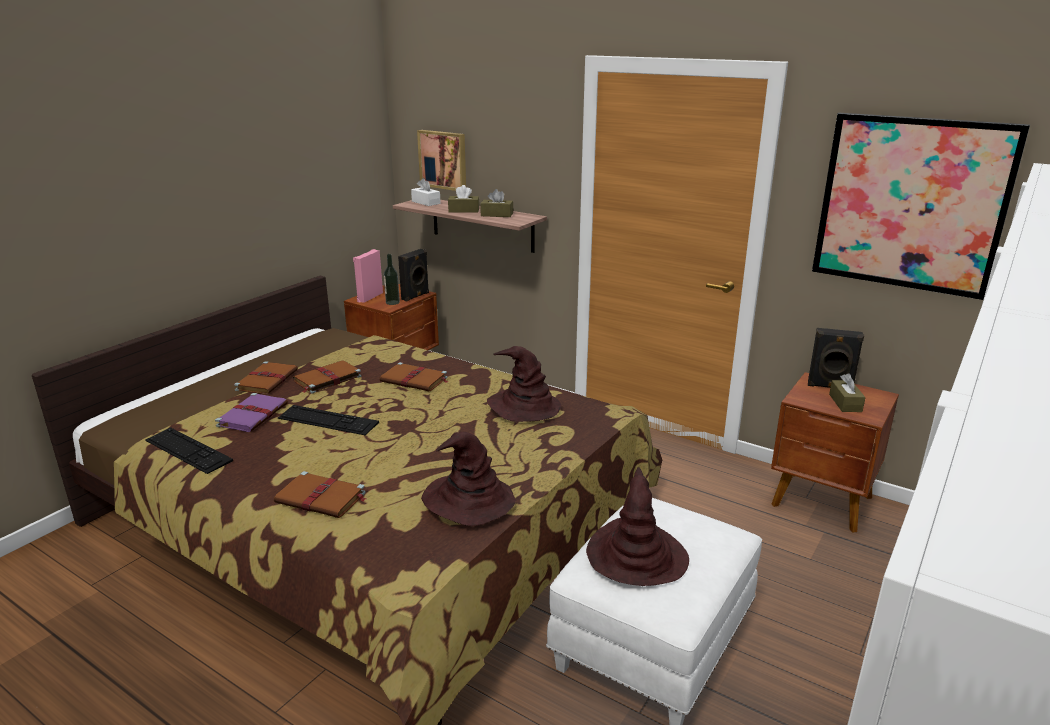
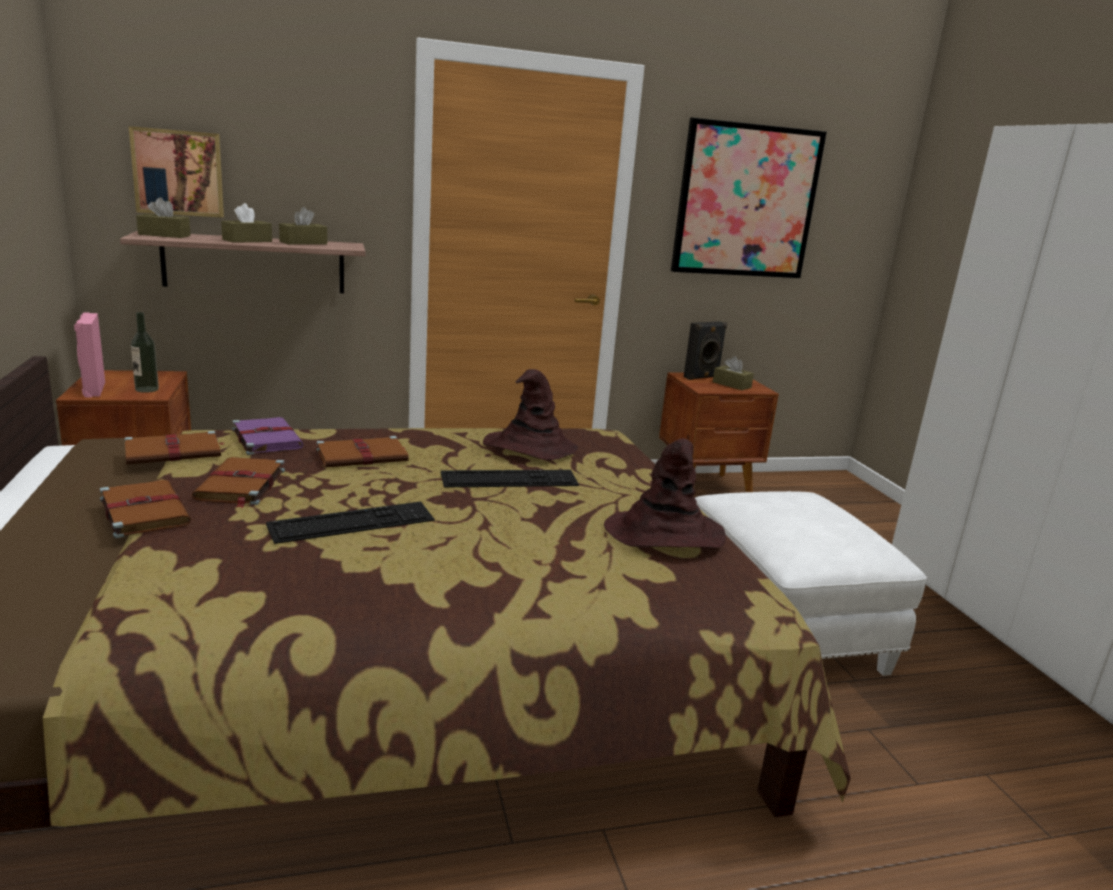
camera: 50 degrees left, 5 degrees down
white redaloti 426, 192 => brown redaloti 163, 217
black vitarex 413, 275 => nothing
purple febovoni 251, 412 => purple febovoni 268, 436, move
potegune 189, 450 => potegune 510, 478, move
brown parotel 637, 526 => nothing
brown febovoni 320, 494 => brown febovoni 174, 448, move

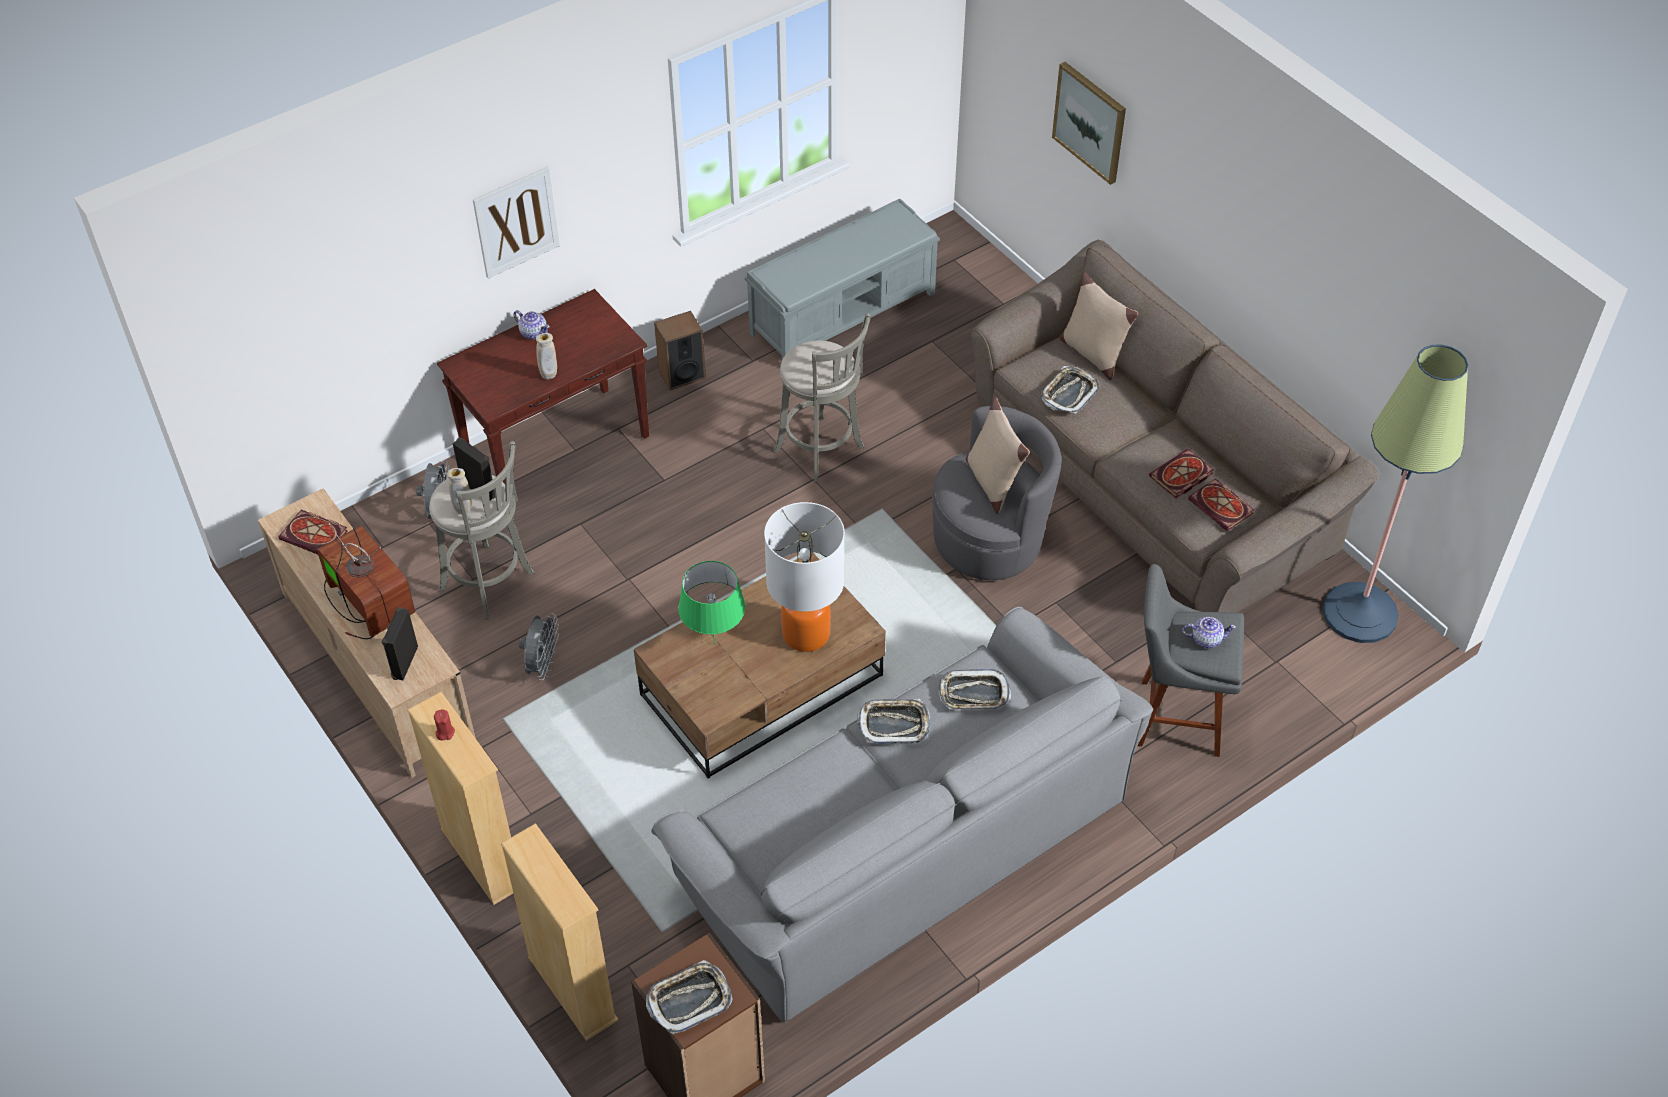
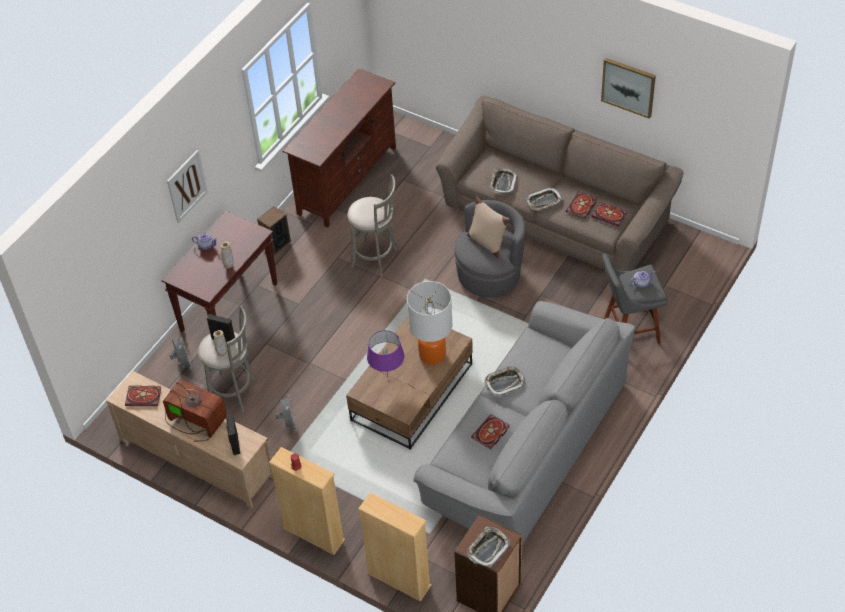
camera: 20 degrees left, 0 degrees up
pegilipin 1089, 123 => pegilipin 628, 88, move
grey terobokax 842, 279 => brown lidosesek 339, 148
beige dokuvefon 1099, 326 => nothing
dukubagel 1395, 493 => nothing
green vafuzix 711, 603 => purple vafuzix 385, 353
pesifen 975, 689 => pesifen 544, 199, move
nothing => febovoni 490, 431

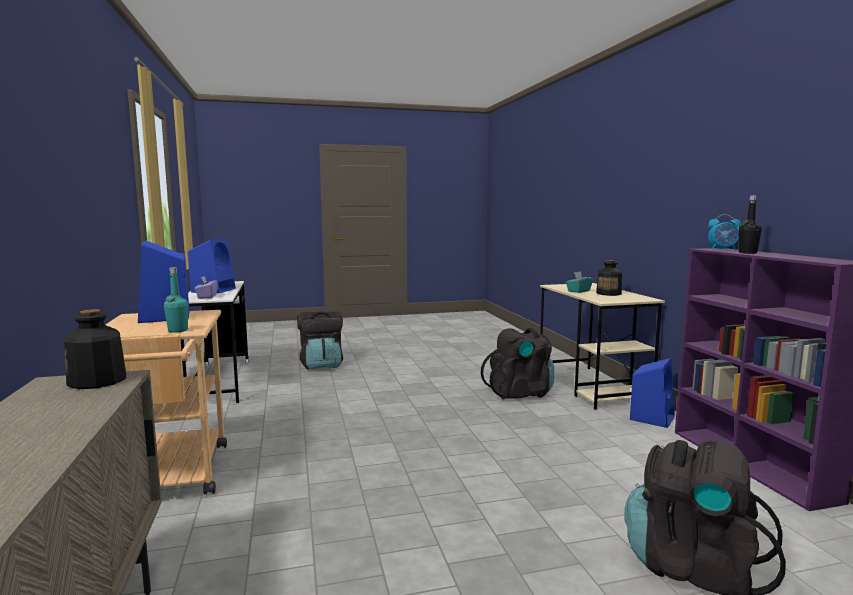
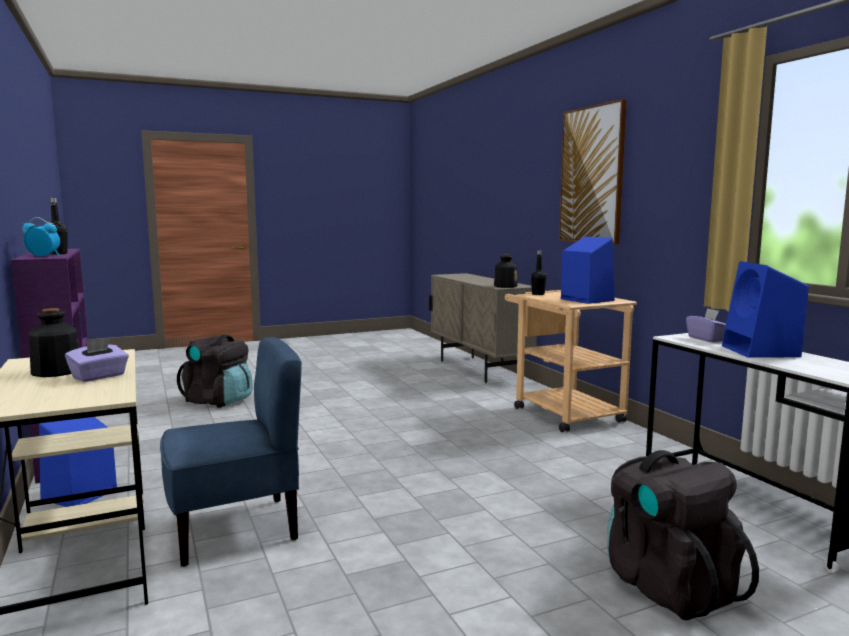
camera: 170 degrees right, 0 degrees up
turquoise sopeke 176, 300 => black sopeke 539, 272
turquoise redaloti 579, 282 => purple redaloti 97, 360
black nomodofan 517, 363 => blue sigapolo 231, 452
nothing => pegilipin 593, 171

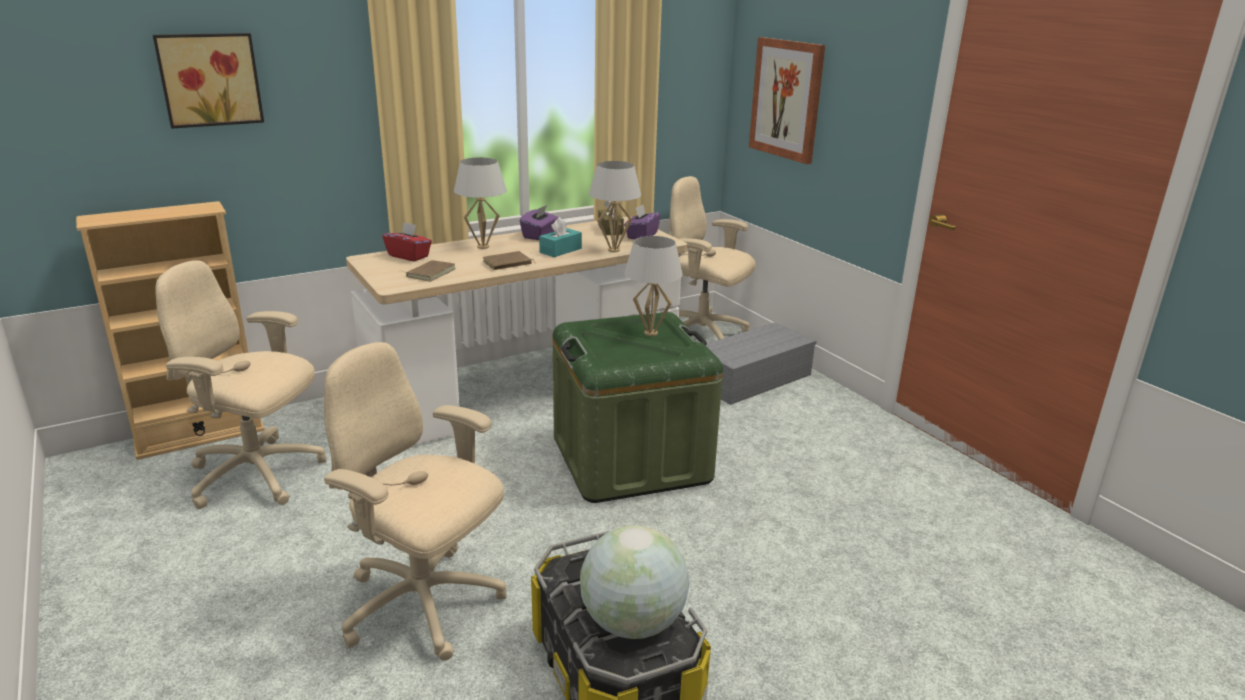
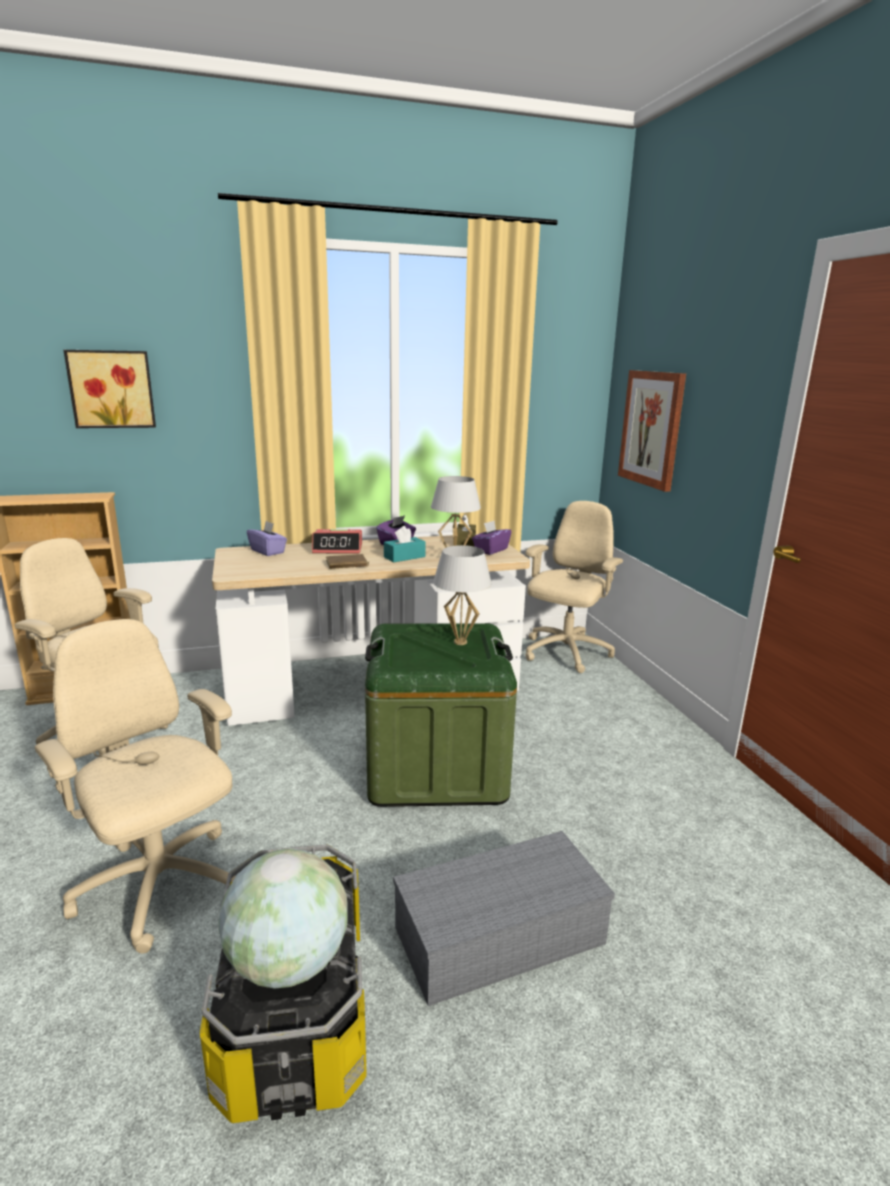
camera: 15 degrees right, 5 degrees down
white vafuzix 480, 203 => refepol 337, 541
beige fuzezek 712, 258 => beige fuzezek 574, 587, 75 degrees clockwise
red redaloti 407, 242 => purple redaloti 267, 538
brown febovoni 427, 271 => nothing
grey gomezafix 761, 364 => grey gomezafix 504, 918, move

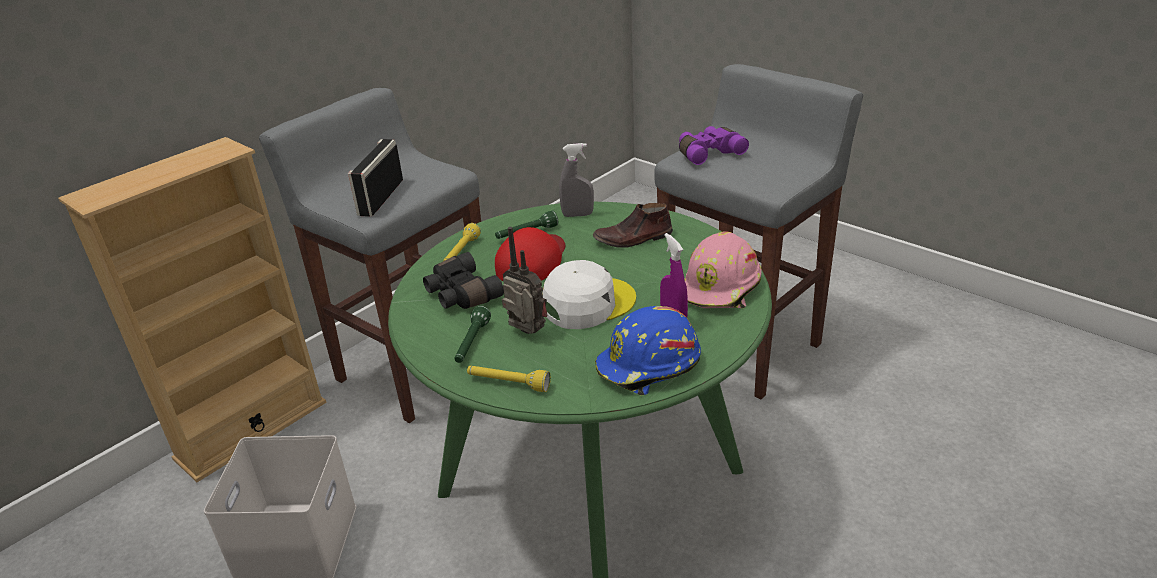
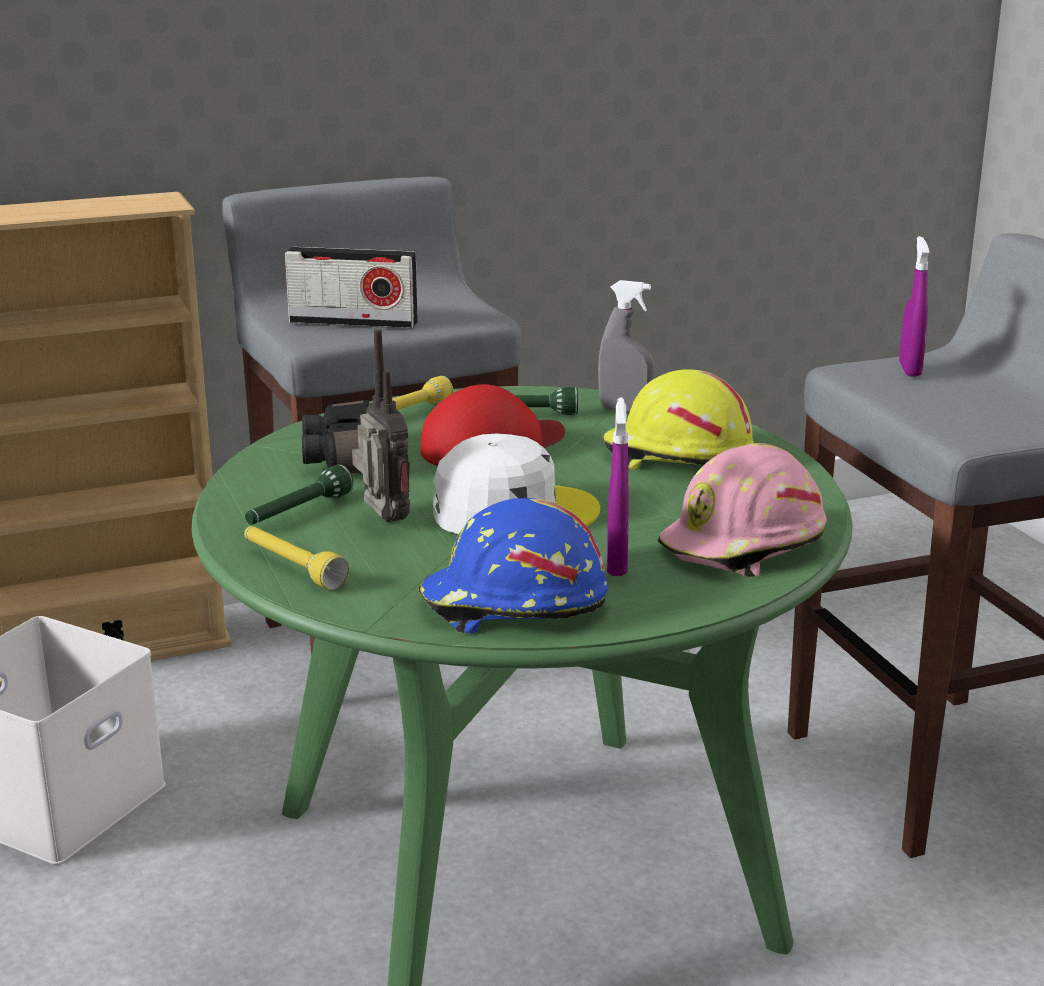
camera: 25 degrees right, 10 degrees down
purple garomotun 714, 145 => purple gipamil 914, 306
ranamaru 375, 178 => ranamaru 351, 288, 120 degrees counterclockwise
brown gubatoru 633, 225 => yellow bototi 678, 419

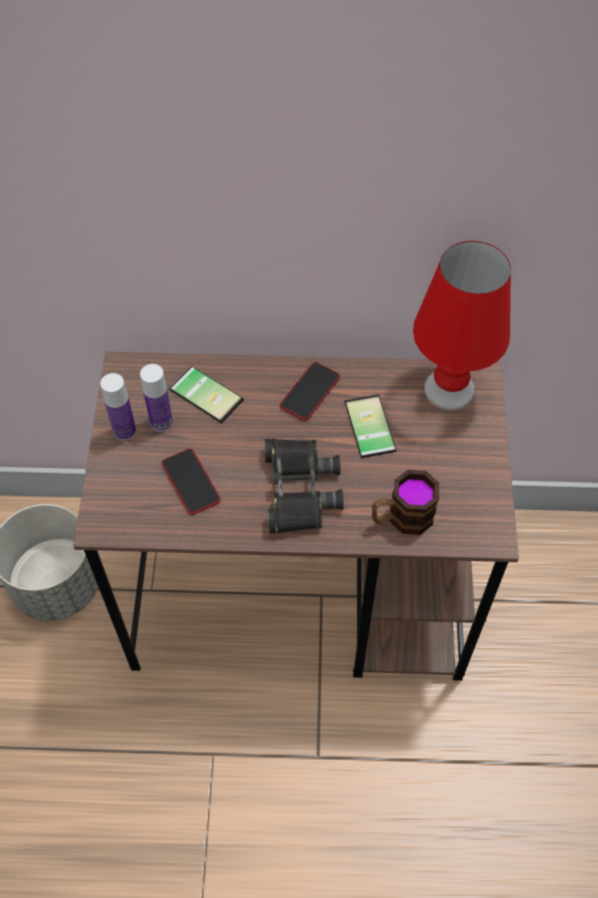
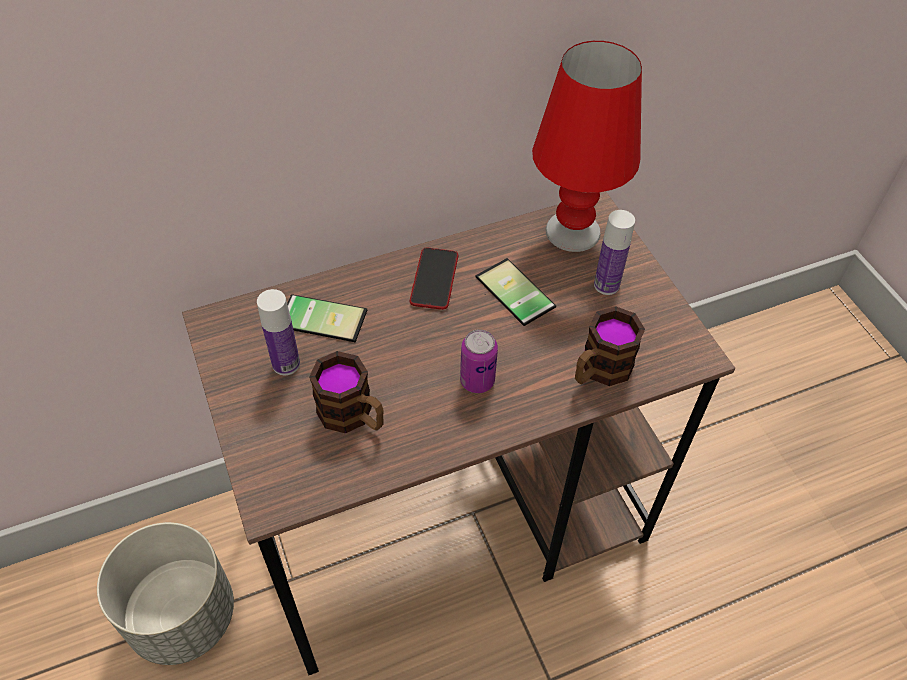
camera: 25 degrees left, 5 degrees down
sopeke 118, 407 => sopeke 614, 252, move
black garomotun 304, 485 => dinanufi 479, 361
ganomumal 191, 482 => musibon 346, 392

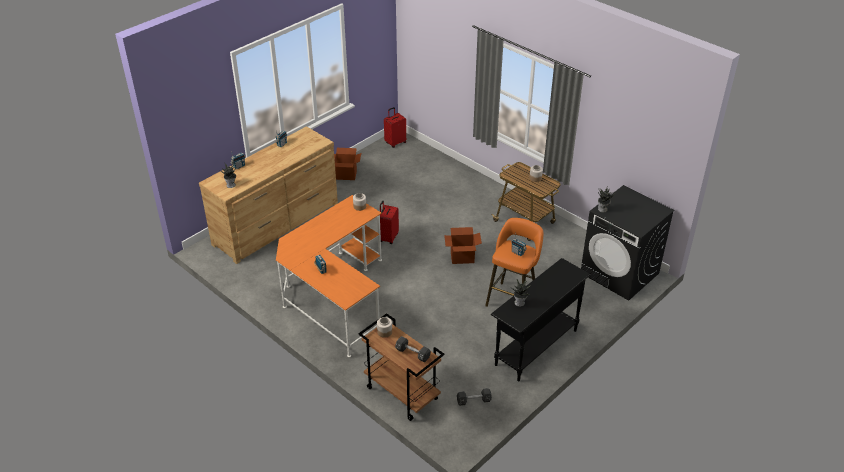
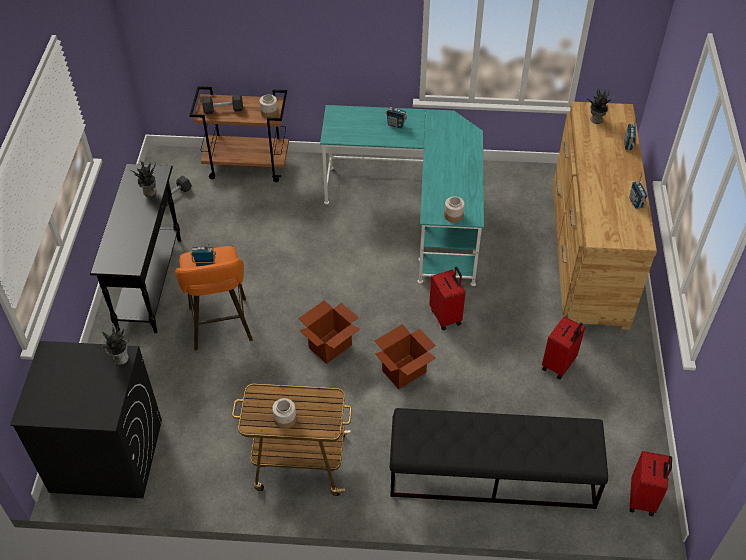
camera: 140 degrees right, 10 degrees up
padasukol 347, 164 => padasukol 405, 356, move
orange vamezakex 329, 276 => turquoise vamezakex 402, 195
nothing => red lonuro 563, 347
nothing => black terobokax 499, 458

